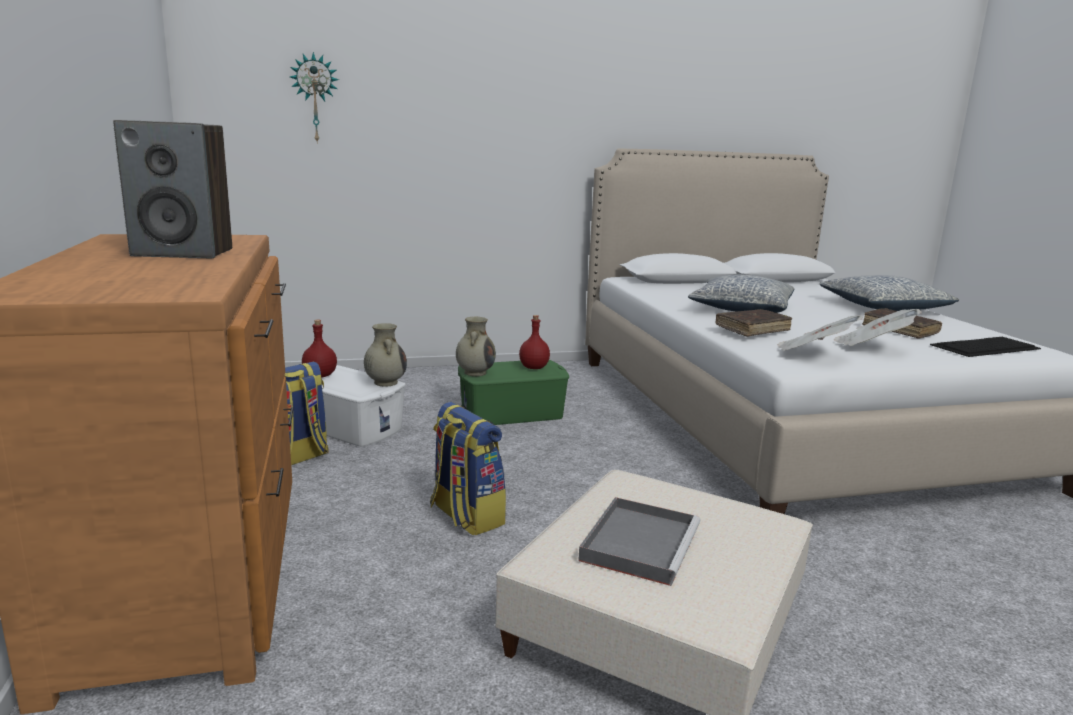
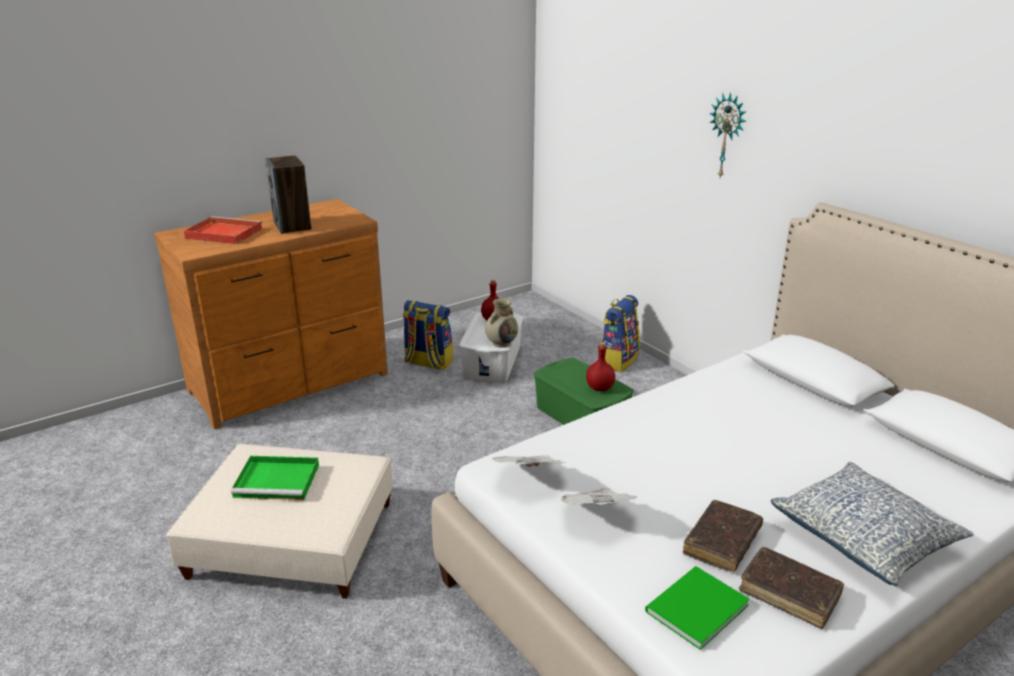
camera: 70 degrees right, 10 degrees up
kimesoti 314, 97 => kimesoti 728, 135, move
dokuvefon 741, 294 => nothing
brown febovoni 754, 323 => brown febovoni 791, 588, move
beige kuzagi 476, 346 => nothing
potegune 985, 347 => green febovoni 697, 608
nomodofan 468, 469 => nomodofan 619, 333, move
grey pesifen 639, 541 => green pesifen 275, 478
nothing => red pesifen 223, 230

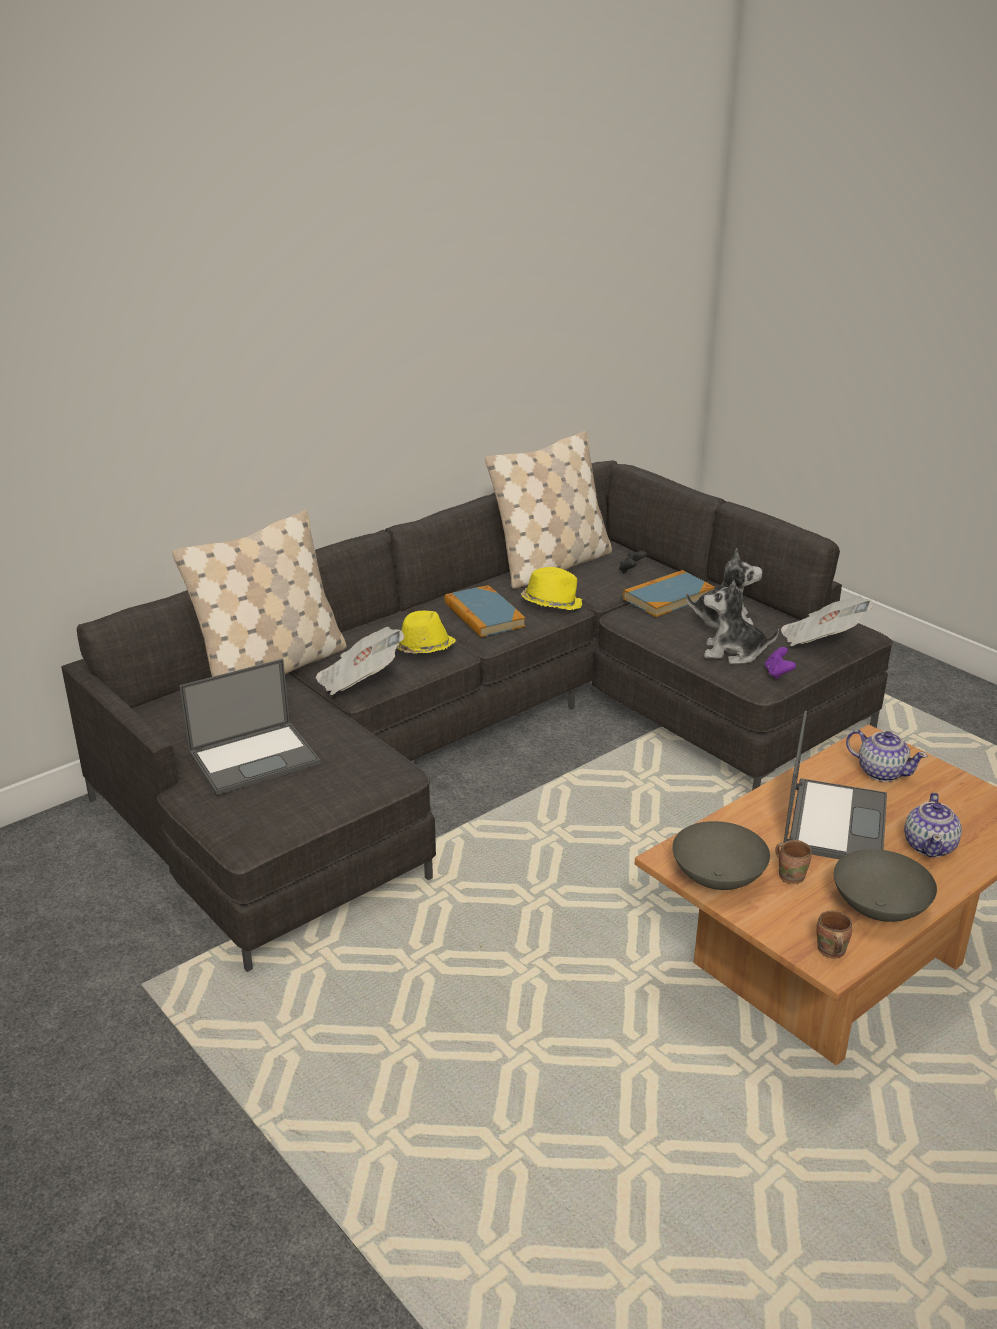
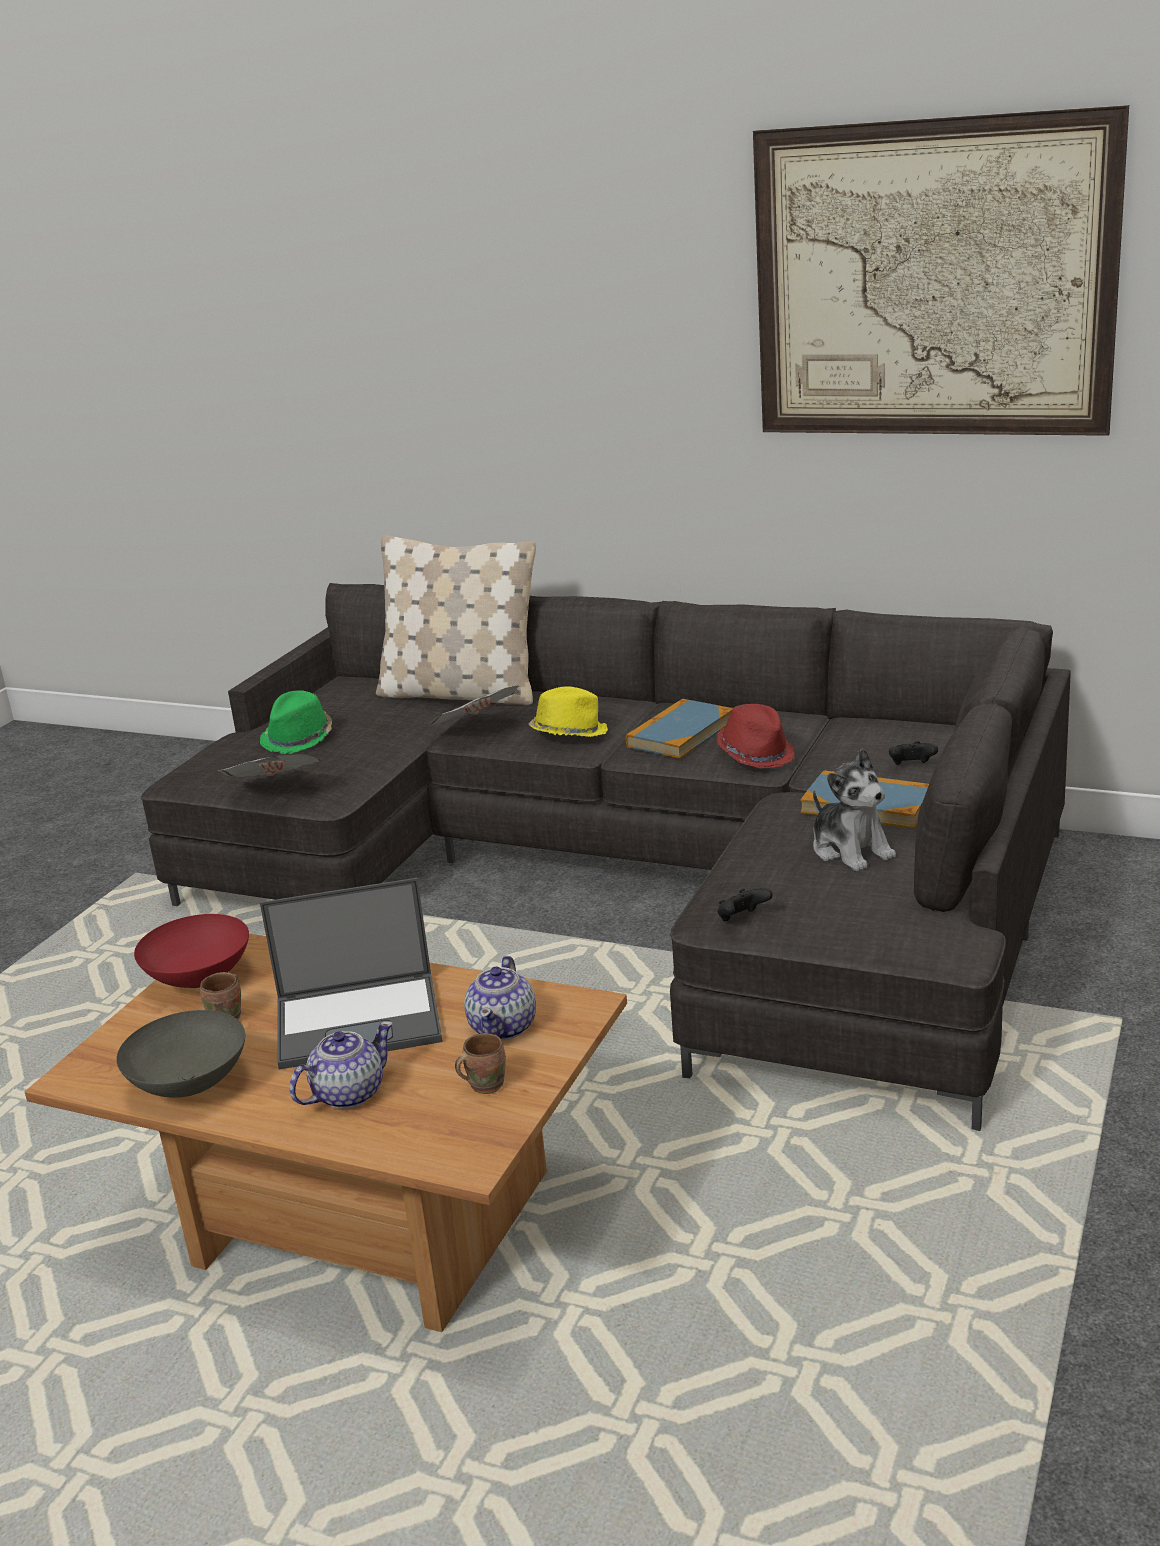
camera: 65 degrees right, 5 degrees down
beige dokuvefon 548, 510 => nothing
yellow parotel 551, 588 => red parotel 755, 736
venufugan 741, 621 => nothing
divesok 827, 621 => divesok 269, 765, move
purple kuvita 780, 663 => black kuvita 745, 904
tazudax 250, 727 => green parotel 296, 722
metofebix 933, 824 => metofebix 341, 1065, 150 degrees clockwise
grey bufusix 721, 855 => red bufusix 191, 951
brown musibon 834, 934 => brown musibon 480, 1063, move
nothing => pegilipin 941, 270

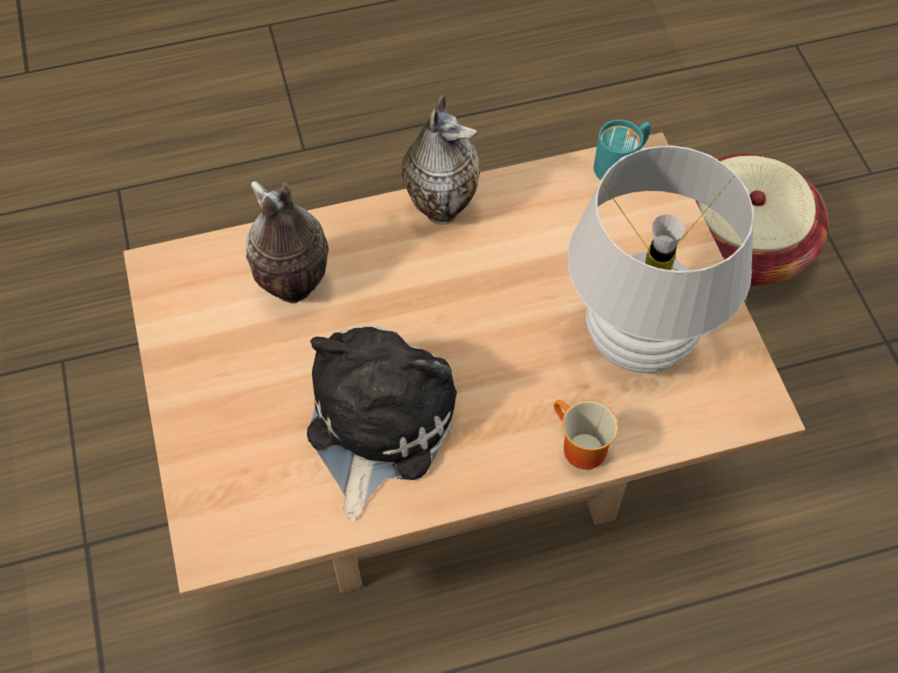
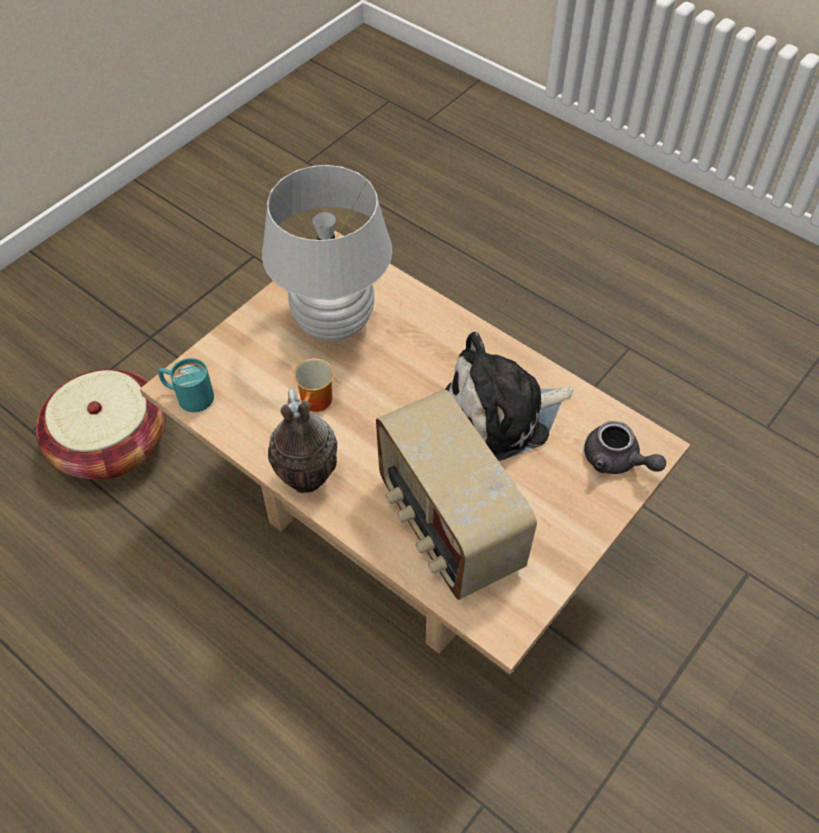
camera: 125 degrees left, 5 degrees down
kuzagi 287, 242 => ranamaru 456, 494
musibon 586, 435 => musibon 314, 385, move
nothing => grey metofebix 625, 447

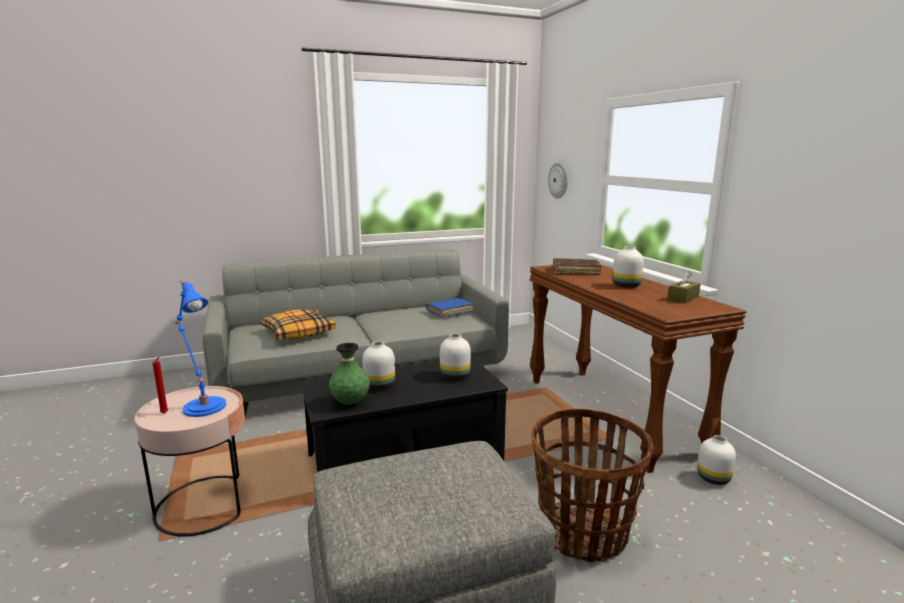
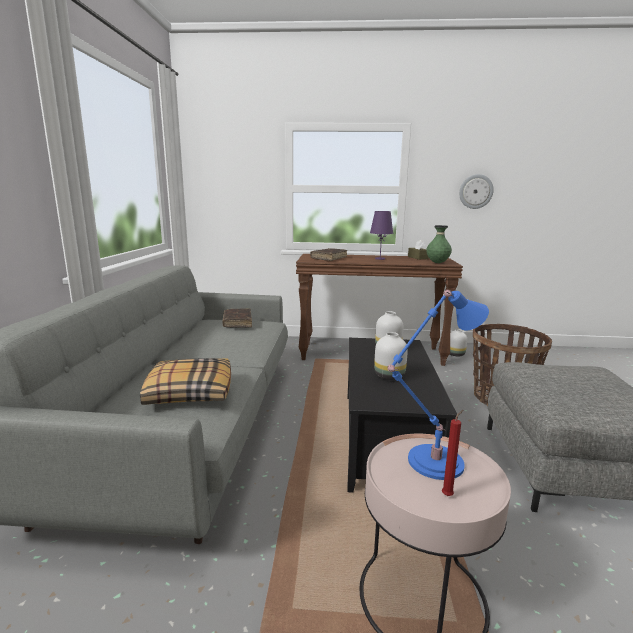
camera: 65 degrees left, 0 degrees up
kimesoti 558, 180 => kimesoti 476, 191, move
white kuzagi 628, 267 => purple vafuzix 381, 235
blue febovoni 450, 308 => brown febovoni 237, 317
green kuzagi 349, 374 => green kuzagi 439, 244, move

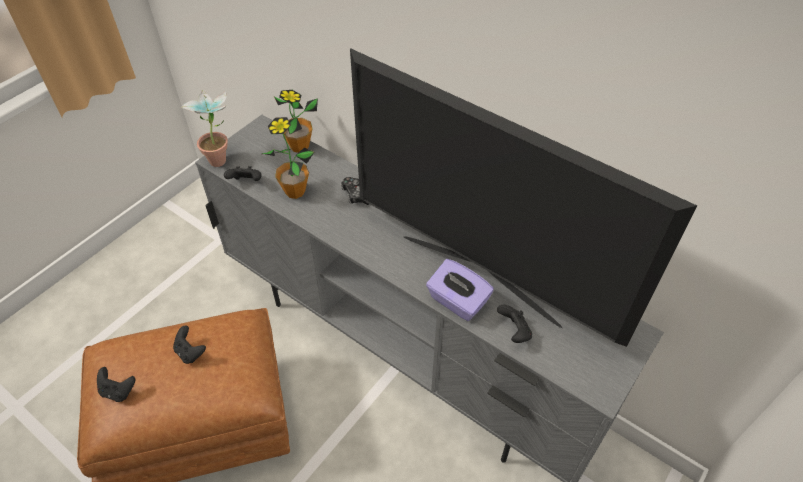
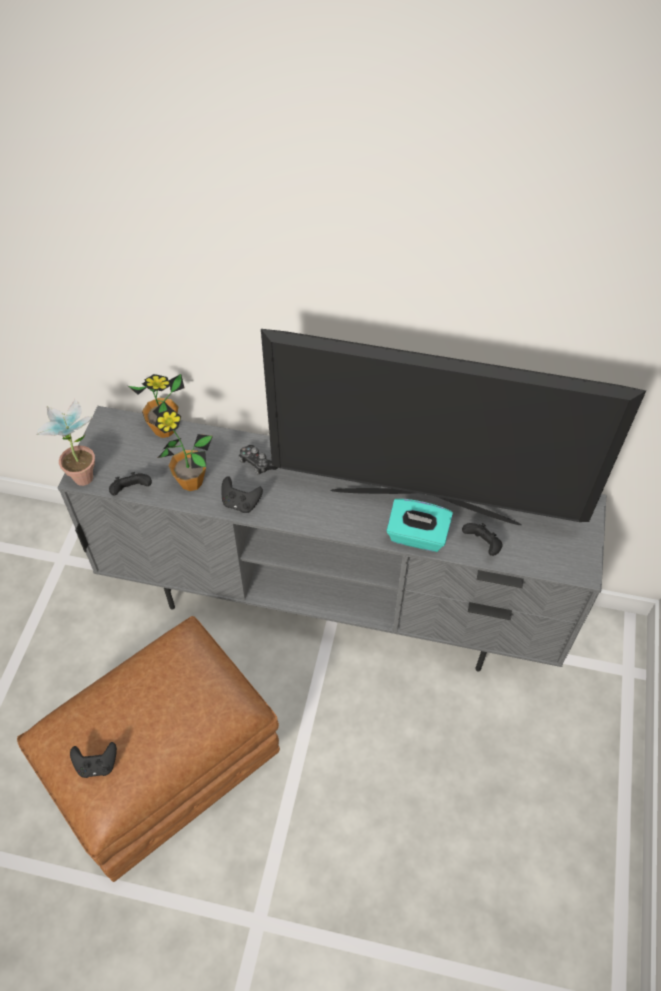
camera: 25 degrees left, 5 degrees up
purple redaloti 460, 290 => turquoise redaloti 419, 525
black kuvita 189, 345 => black kuvita 242, 494, move

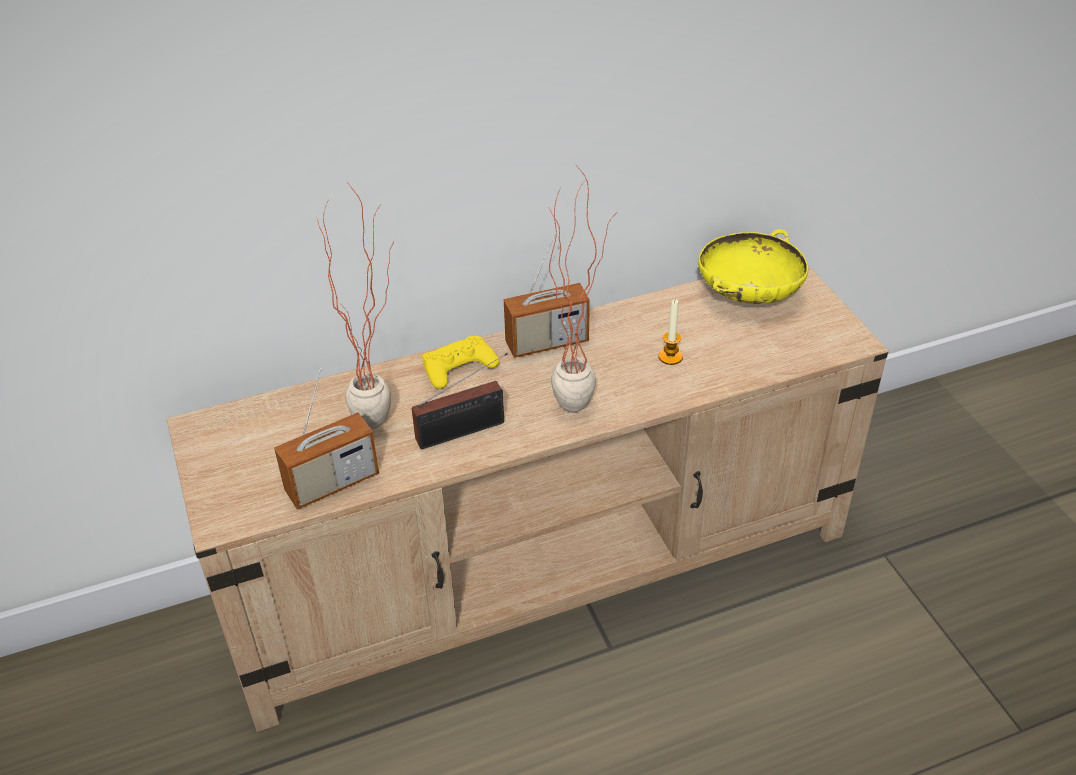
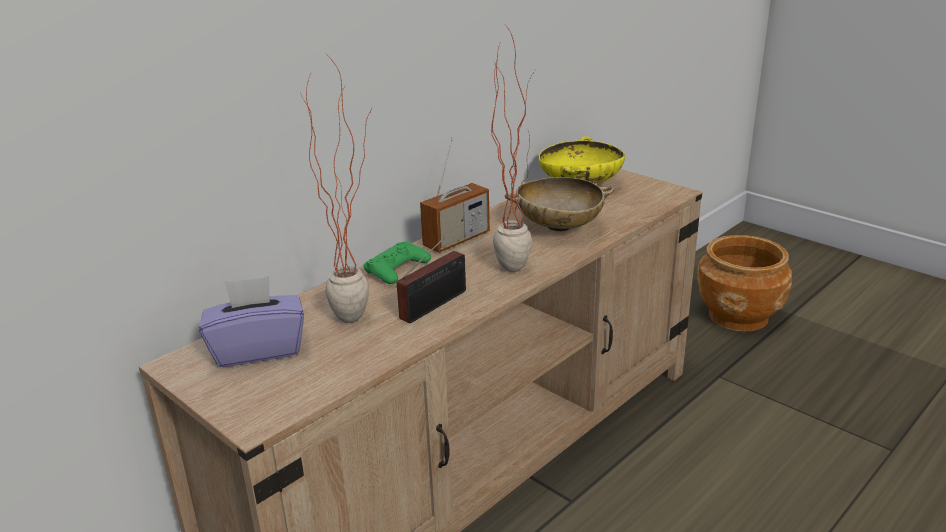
camera: 25 degrees left, 15 degrees down
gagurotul 670, 332 => beige bufusix 560, 204
yellow kuvita 461, 362 => green kuvita 397, 262
ranamaru 326, 439 => nothing
nothing => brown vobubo 744, 283
nothing => purple redaloti 251, 321

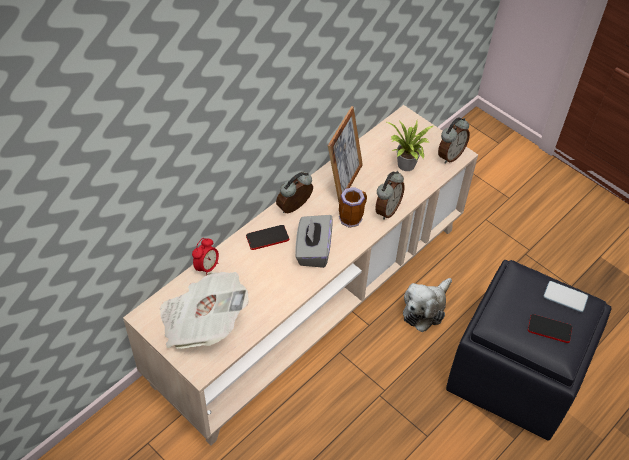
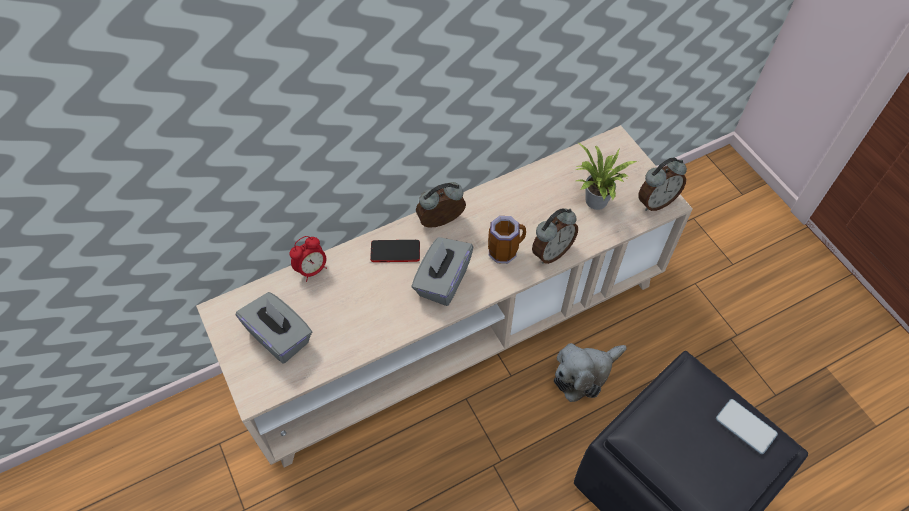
camera: 20 degrees right, 5 degrees up
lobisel 345, 154 => nothing
divesok 204, 310 => grey redaloti 274, 328
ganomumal 550, 328 => nothing

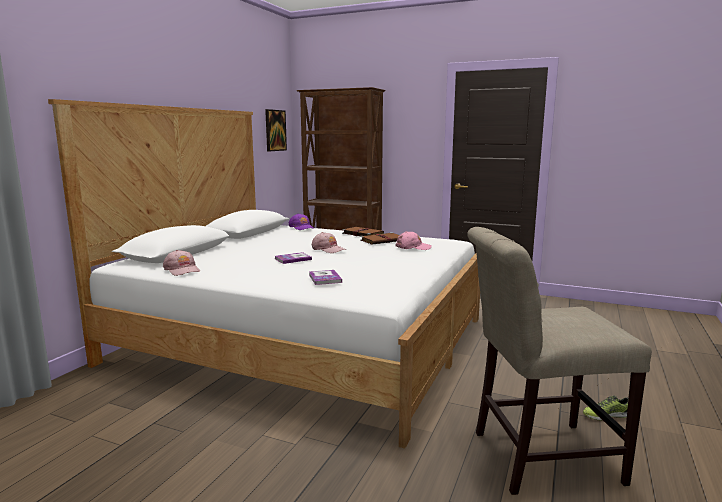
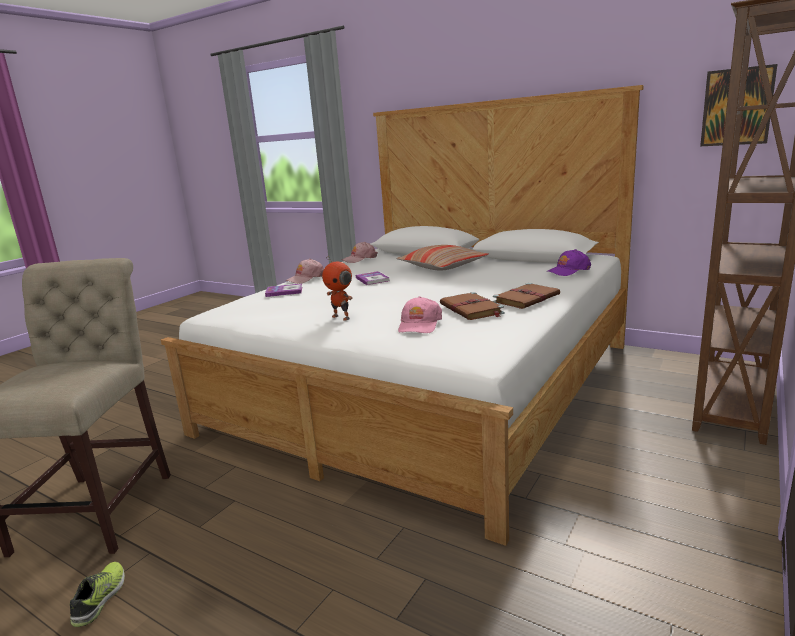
camera: 100 degrees right, 5 degrees up
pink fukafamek 329, 242 => pink fukafamek 304, 271, move
nothing => dokuvefon 442, 257
nothing => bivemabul 337, 288

